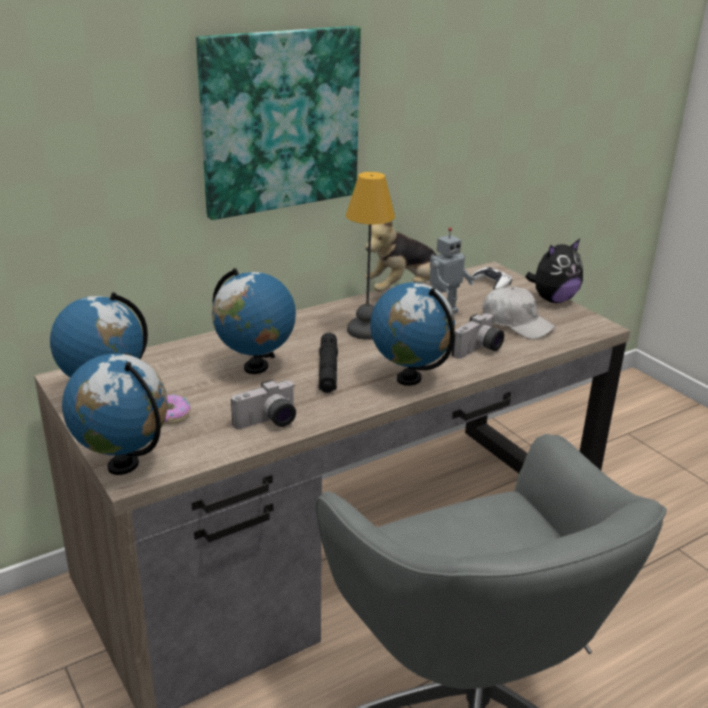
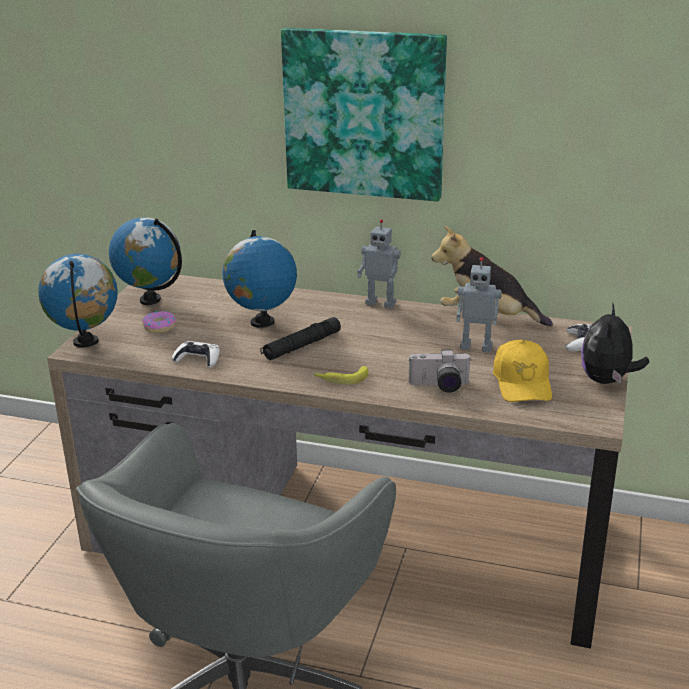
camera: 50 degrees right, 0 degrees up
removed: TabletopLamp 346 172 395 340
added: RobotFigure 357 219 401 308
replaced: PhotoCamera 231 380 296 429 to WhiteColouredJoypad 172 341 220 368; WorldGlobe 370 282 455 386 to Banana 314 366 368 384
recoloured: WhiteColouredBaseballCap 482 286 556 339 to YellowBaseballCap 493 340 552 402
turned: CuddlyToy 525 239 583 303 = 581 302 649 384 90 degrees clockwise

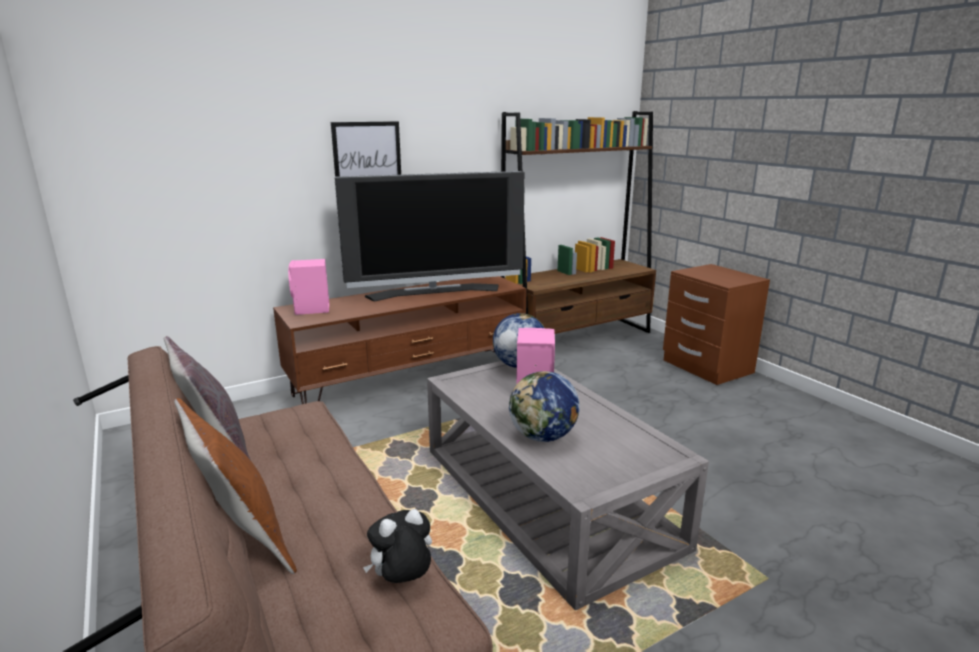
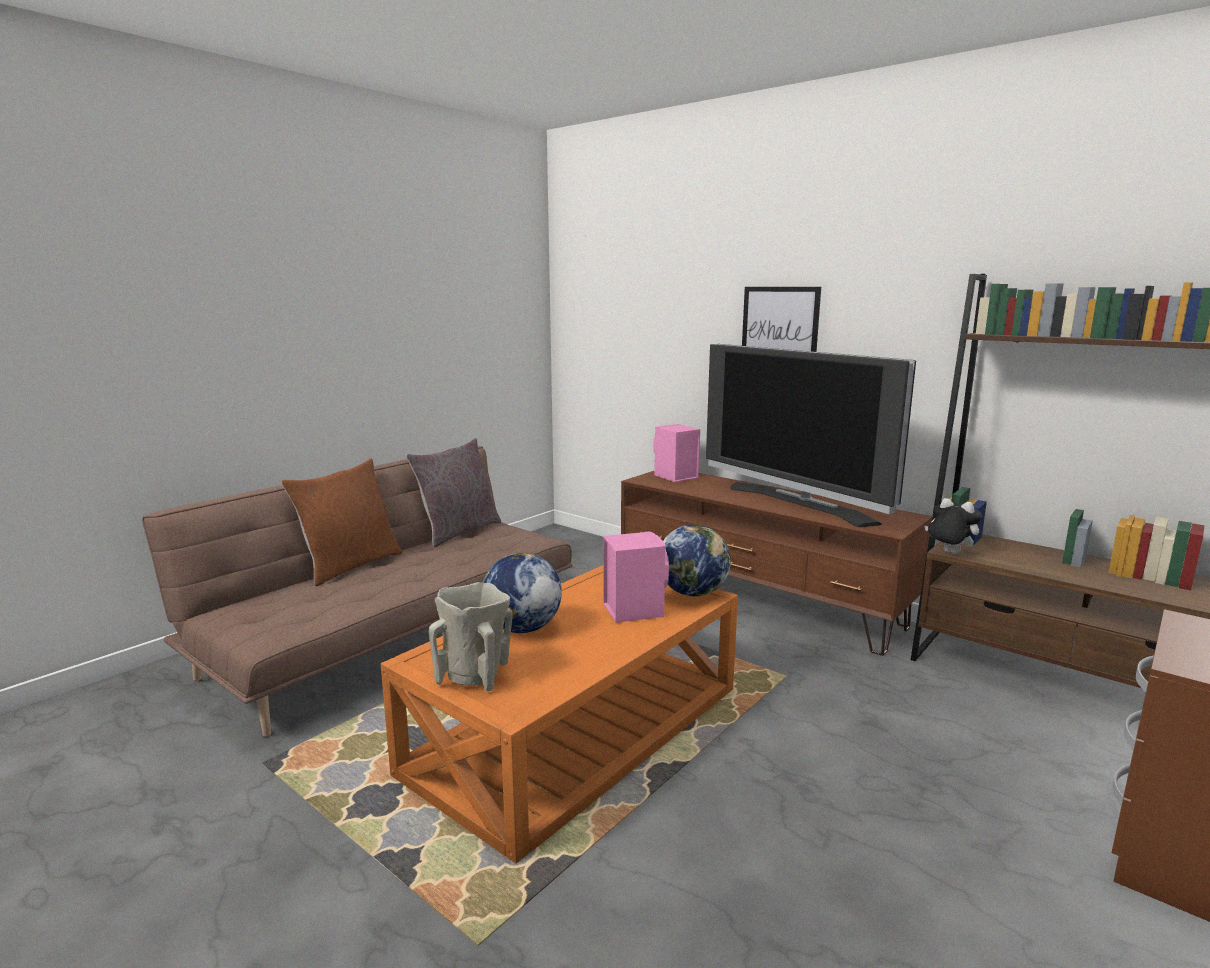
camera: 70 degrees right, 5 degrees down
added: SandColouredVase 429 582 513 691
moved: CuddlyToy 363 509 432 583 to 925 498 982 554
recoloured: GrayLoungeTable 427 361 709 610 to OrangeLoungeTable 381 565 738 863

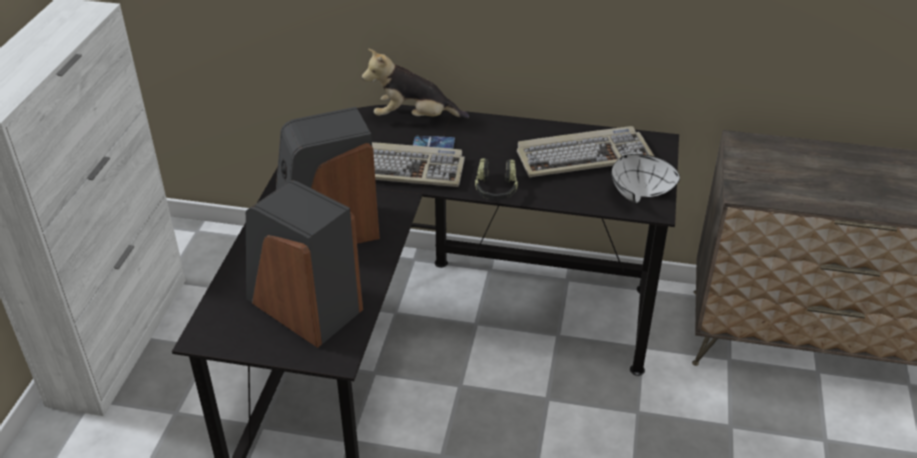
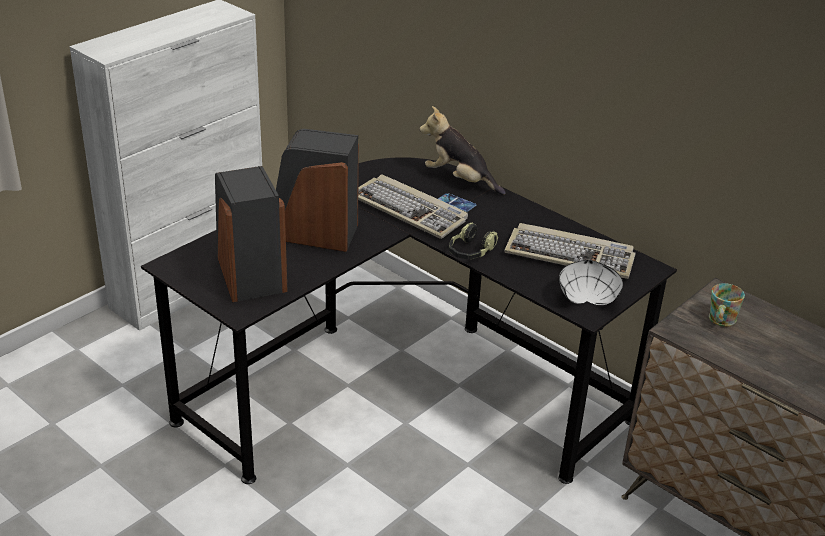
camera: 30 degrees right, 5 degrees down
added: Mug 709 283 745 327

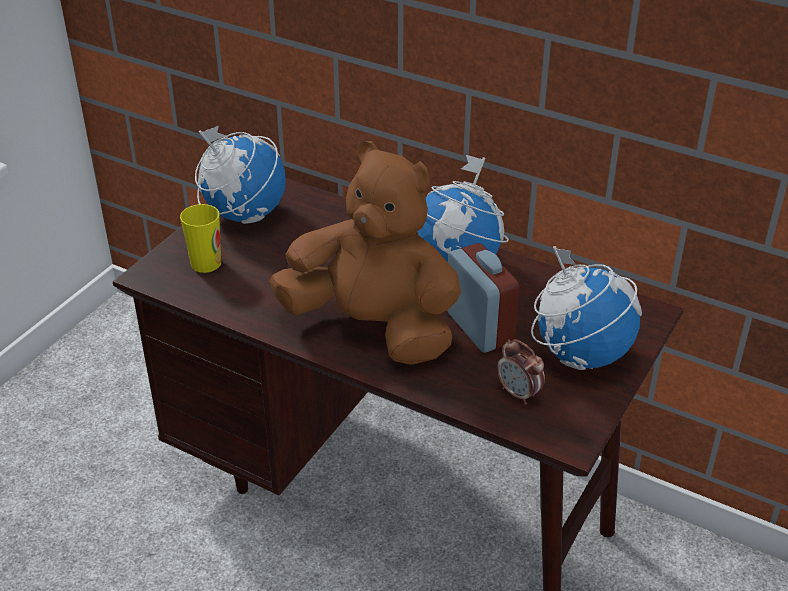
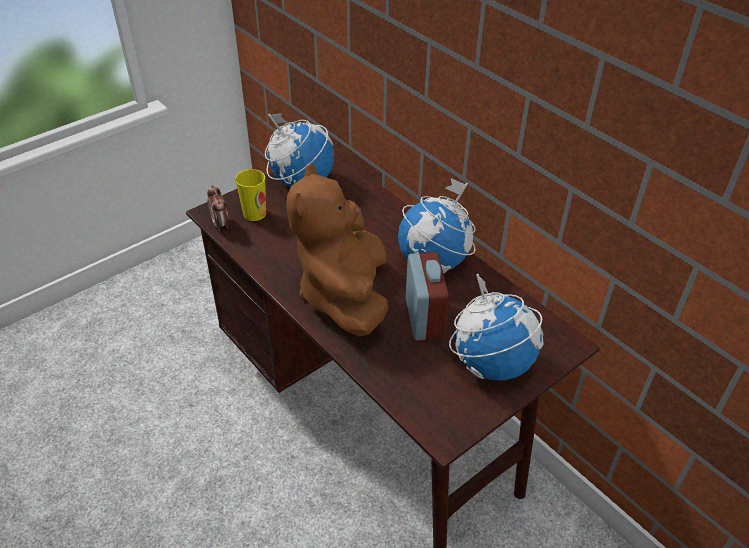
camera: 20 degrees right, 5 degrees up
moved: TableClock 497 339 545 404 to 207 185 229 231
turned: BrownCuddlyToy 269 141 461 365 = 286 163 388 337 135 degrees counterclockwise

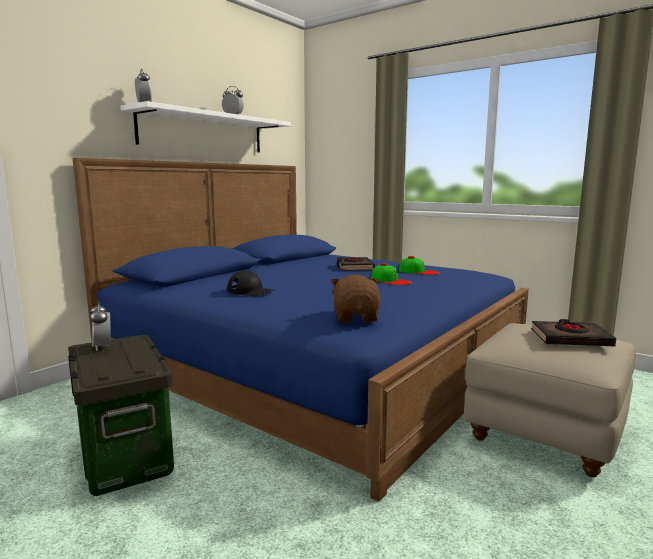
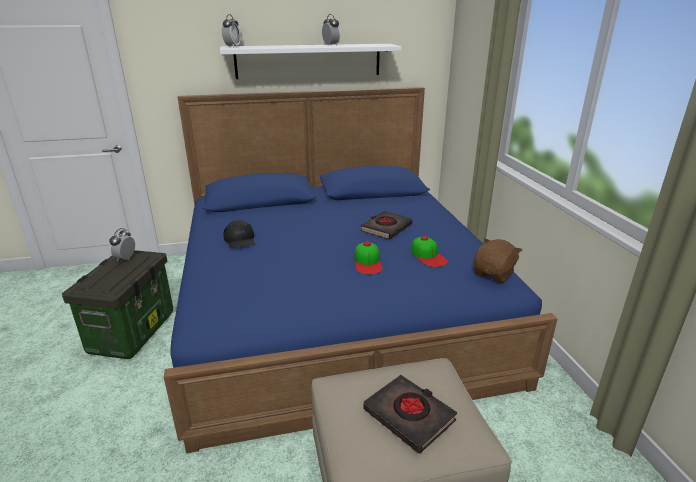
camera: 40 degrees right, 15 degrees up
moved: BrownCuddlyToy 331 274 381 323 to 474 238 522 283

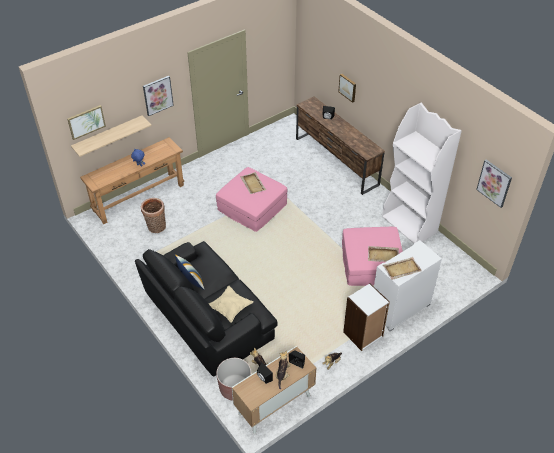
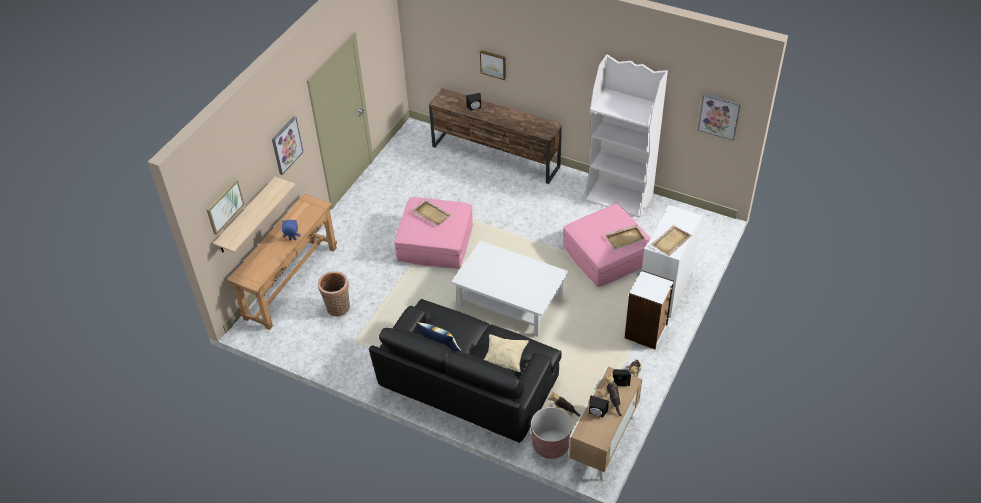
camera: 25 degrees left, 0 degrees up
added: WhiteColouredLoungeTable 451 241 568 337

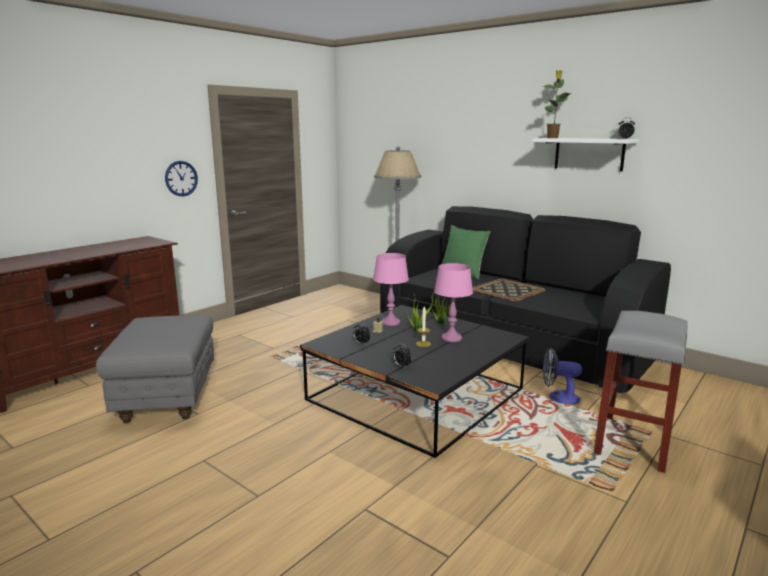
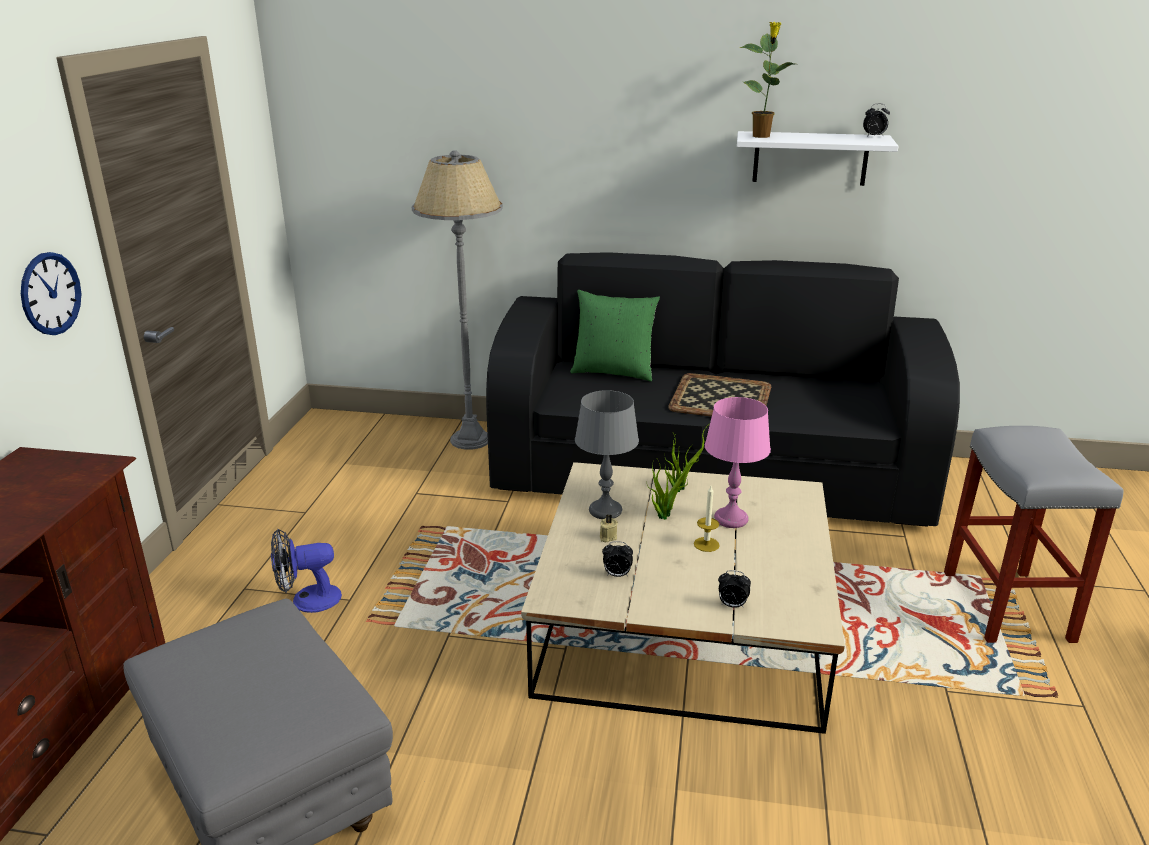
camera: 30 degrees left, 10 degrees up
moved: ElectricFan 543 348 582 405 to 271 529 342 613
recoloured: BlackishLoungeTable 300 305 529 458 to SandColouredLoungeTable 521 462 845 734; PinkColouredTabletopLamp 373 253 409 326 to GrayTabletopLamp 575 390 639 519

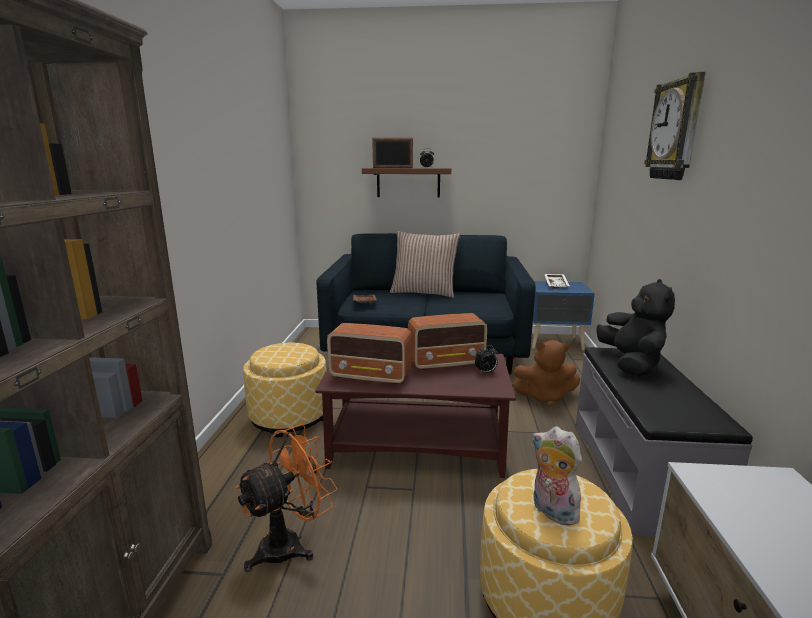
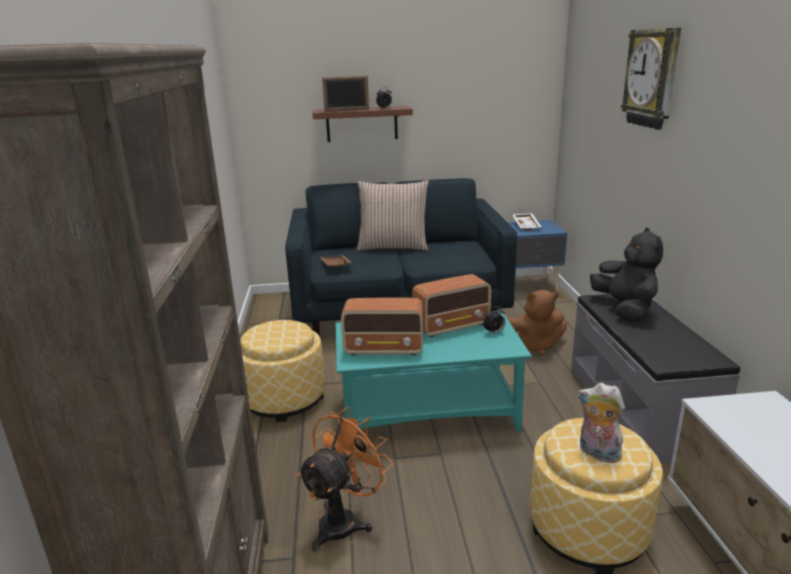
camera: 10 degrees left, 5 degrees up
recoloured: BrownLoungeTable 315 354 516 478 to TurquoiseColouredLoungeTable 336 311 532 431

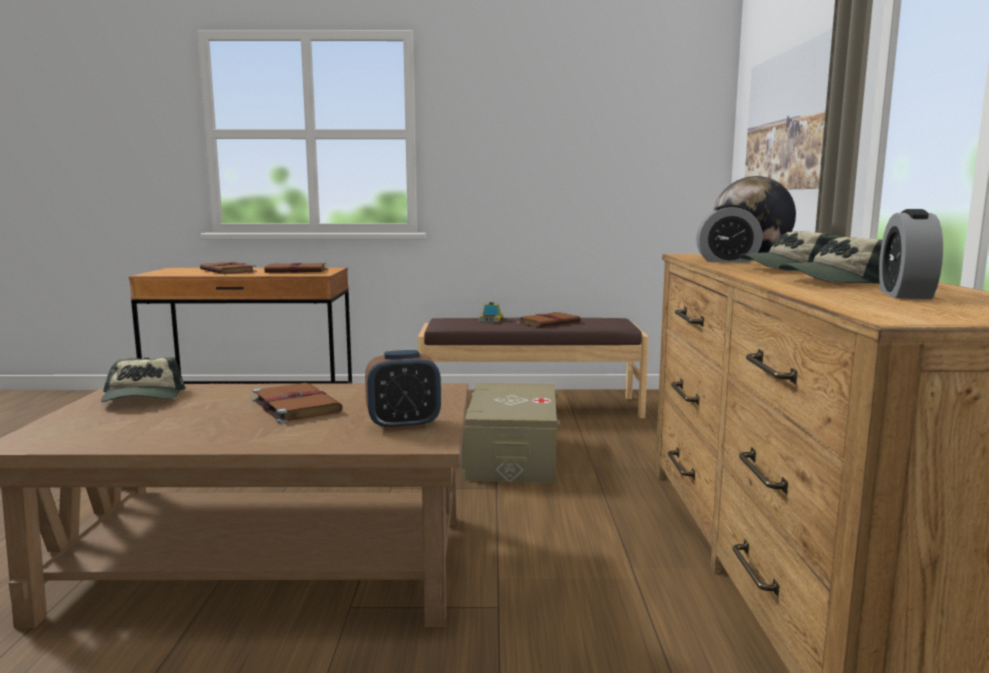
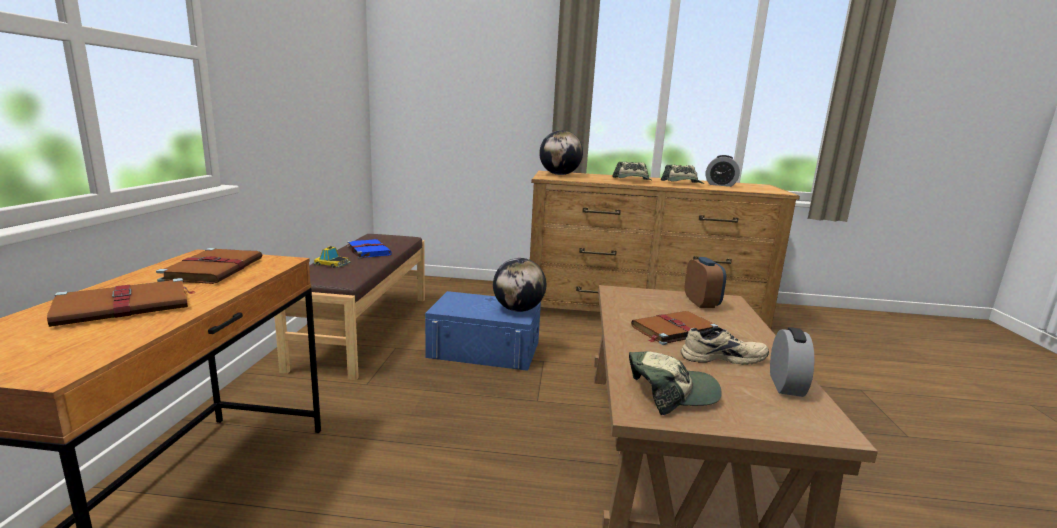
camera: 85 degrees left, 5 degrees up
removed: Picture 745 28 833 189
added: WorldGlobe 493 258 546 312; SandColouredShoe 681 327 769 365
moved: TableClock 696 204 763 263 to 770 327 814 397
recoloured: SandColouredStorageBox 461 383 560 483 to BlueStorageBox 425 291 541 371; BrownBoundBook 517 312 581 327 to BlueBoundBook 347 239 392 259

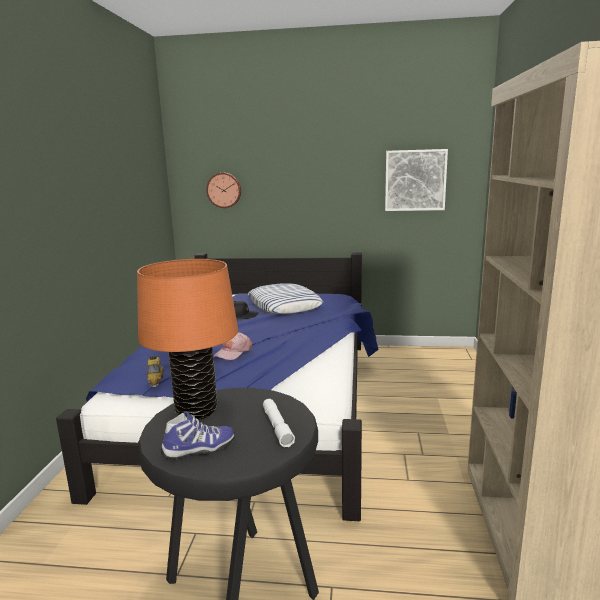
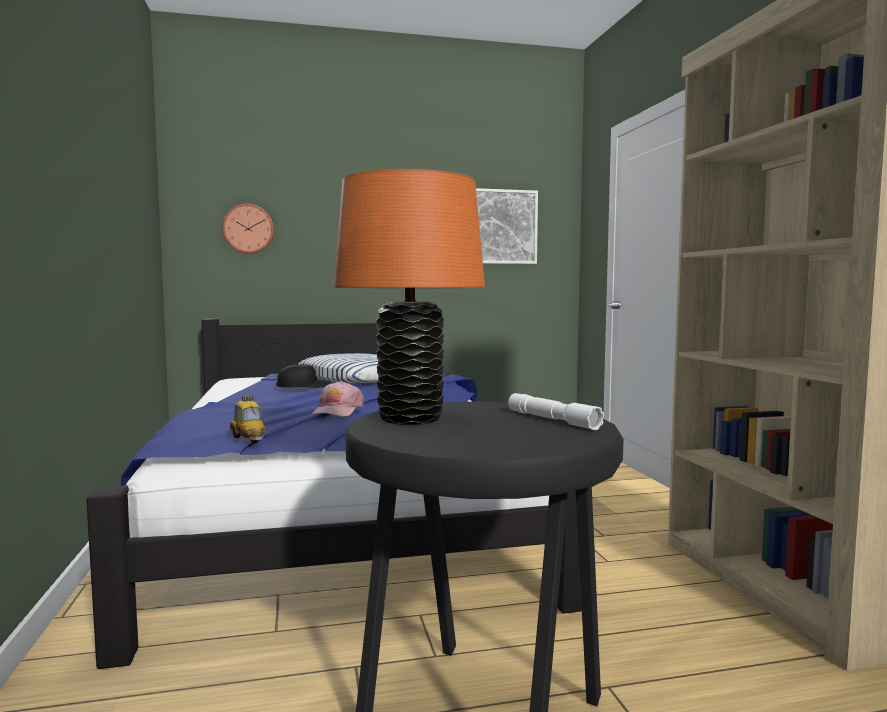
camera: 20 degrees left, 10 degrees down
removed: Shoe 161 412 235 460

